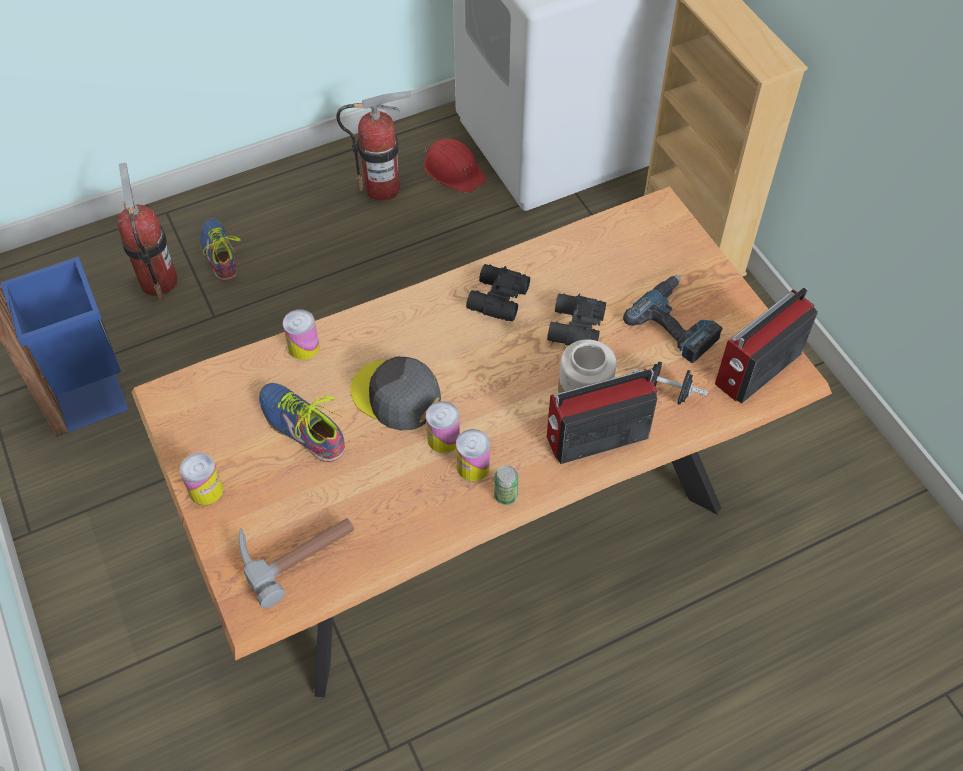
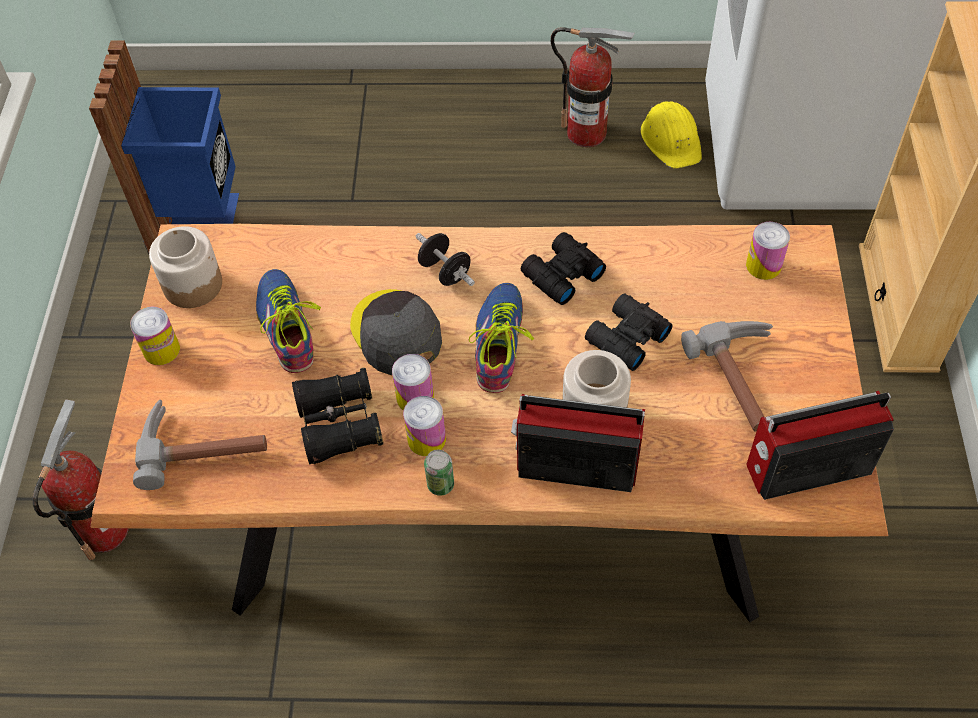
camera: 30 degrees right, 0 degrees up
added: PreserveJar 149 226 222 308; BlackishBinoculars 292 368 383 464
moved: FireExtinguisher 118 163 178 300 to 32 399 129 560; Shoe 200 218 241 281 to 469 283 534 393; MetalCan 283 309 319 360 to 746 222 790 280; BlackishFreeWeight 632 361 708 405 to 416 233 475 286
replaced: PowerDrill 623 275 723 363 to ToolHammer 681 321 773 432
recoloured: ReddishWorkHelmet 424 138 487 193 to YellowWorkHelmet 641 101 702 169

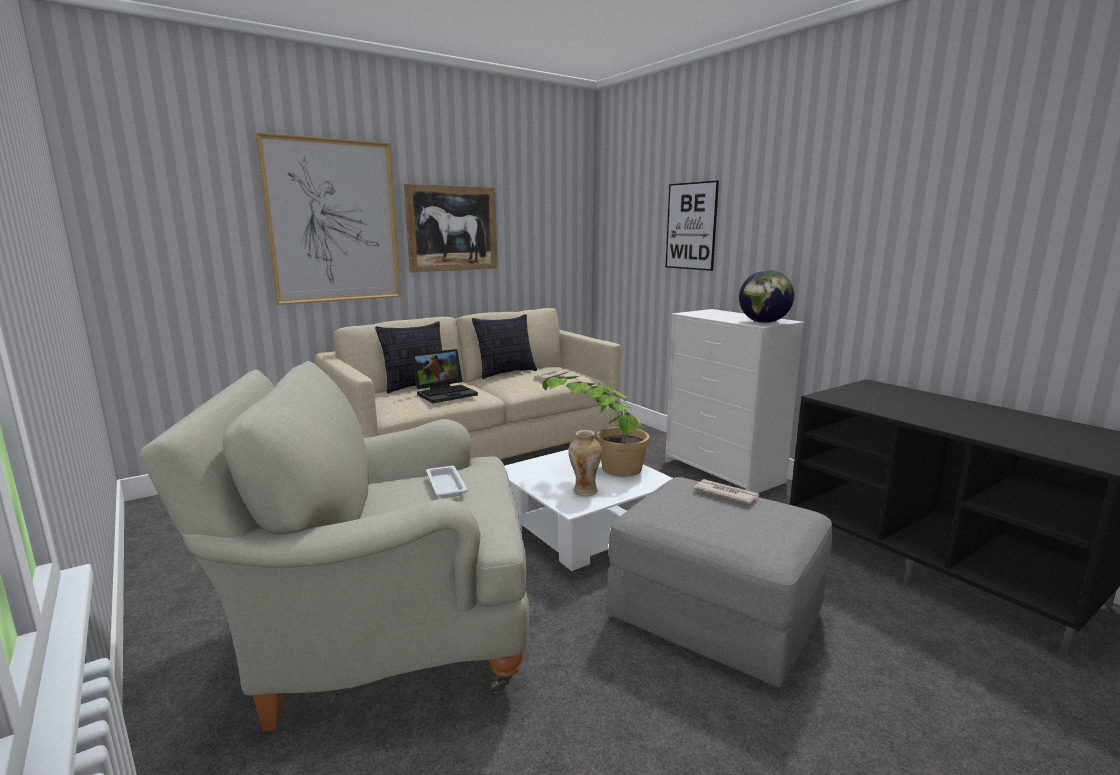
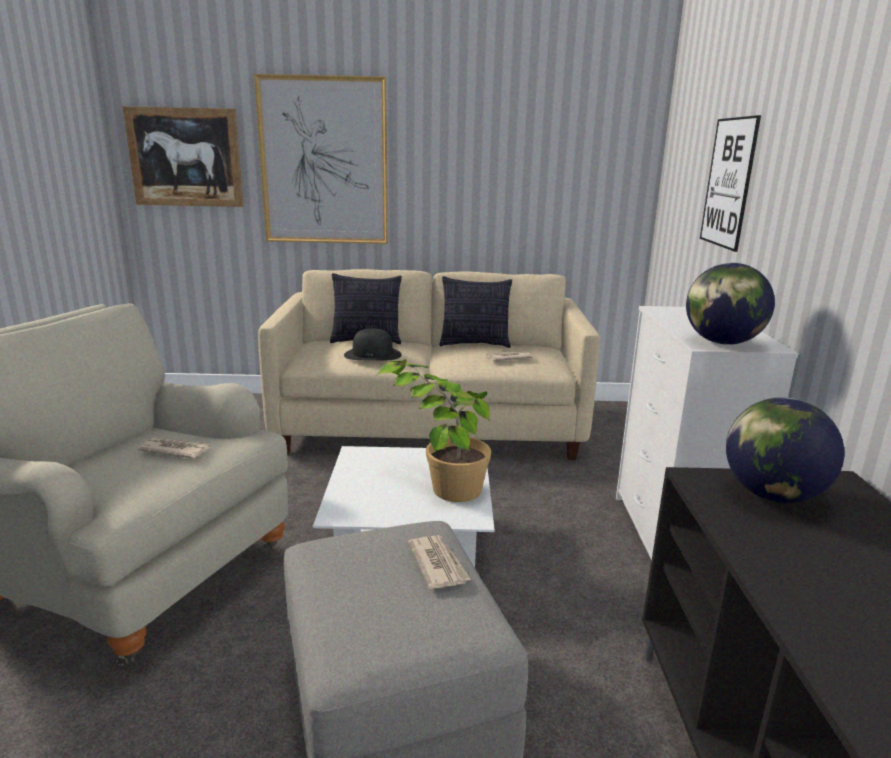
camera: 35 degrees right, 5 degrees up
removed: Vase 569 430 602 496
added: WorldGlobe 726 397 844 503
moved: Picture 404 184 497 272 to 122 106 244 207
replaced: Laptop 411 349 478 403 to BlackishHat 344 328 402 361; WhiteColouredCarryingTray 426 466 468 498 to Newspaper 137 437 211 459

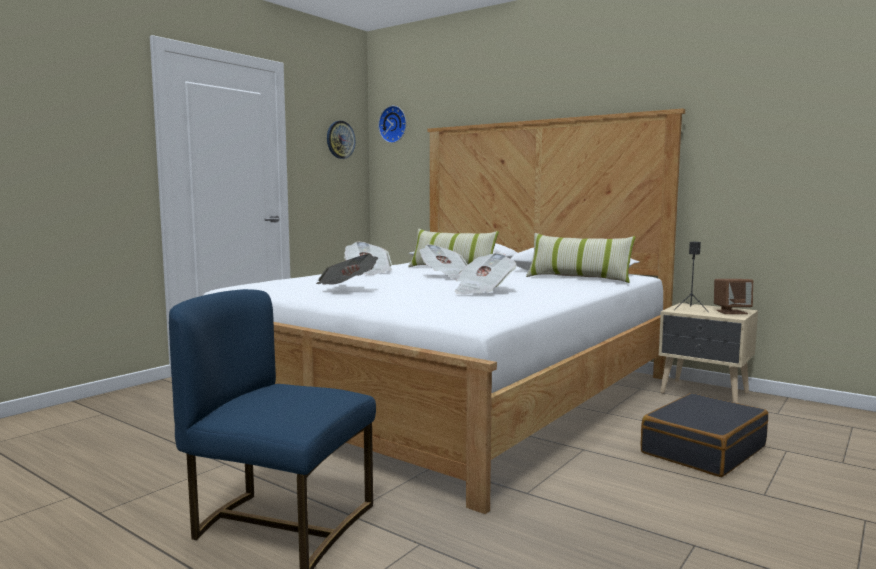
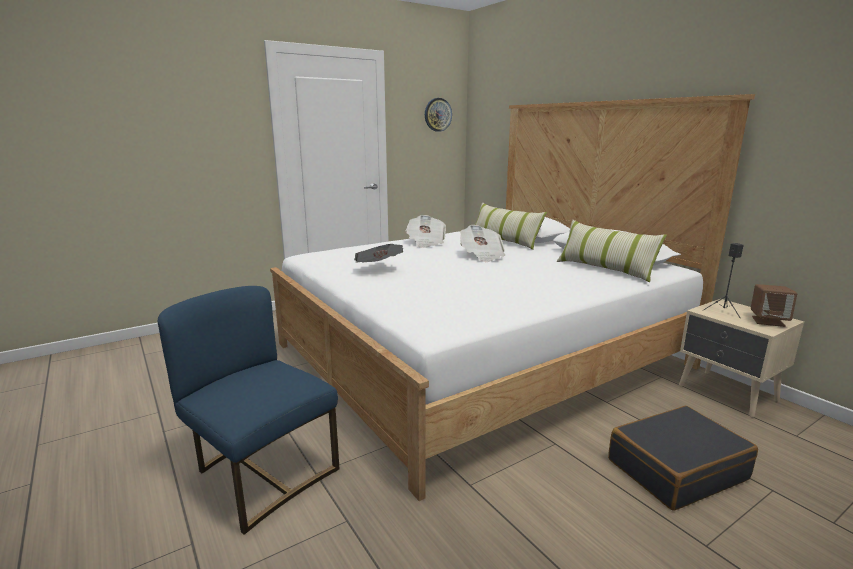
camera: 20 degrees right, 10 degrees up
removed: WallClock 378 106 406 143; Newspaper 455 253 516 295

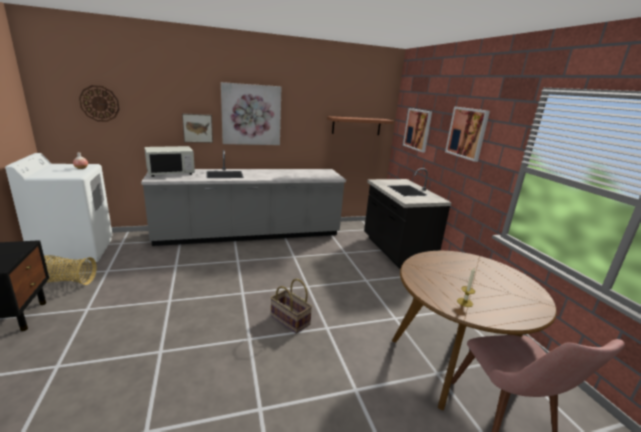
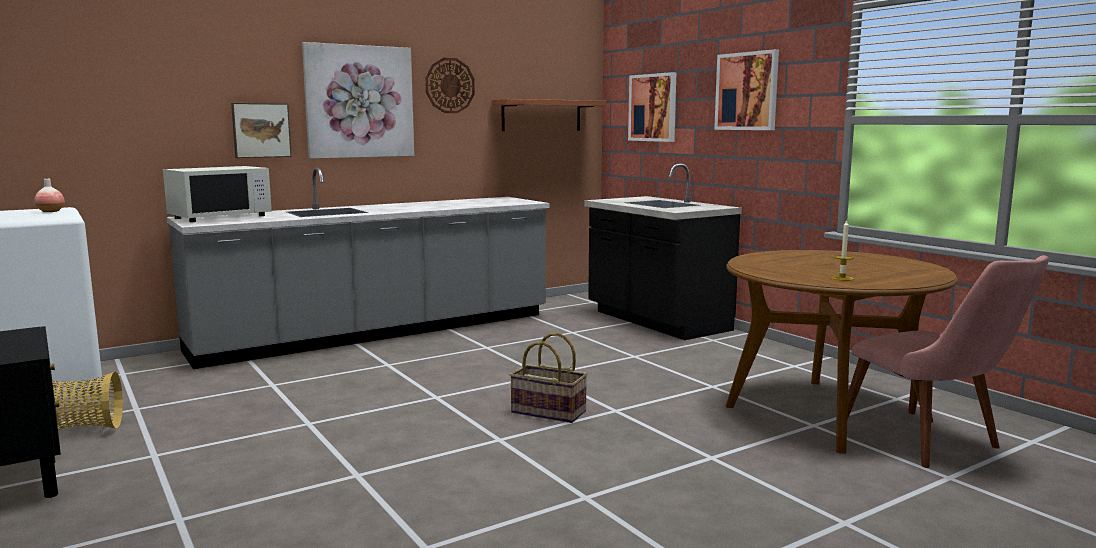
camera: 15 degrees left, 10 degrees down
moved: WallClock 79 85 120 122 to 425 58 475 113

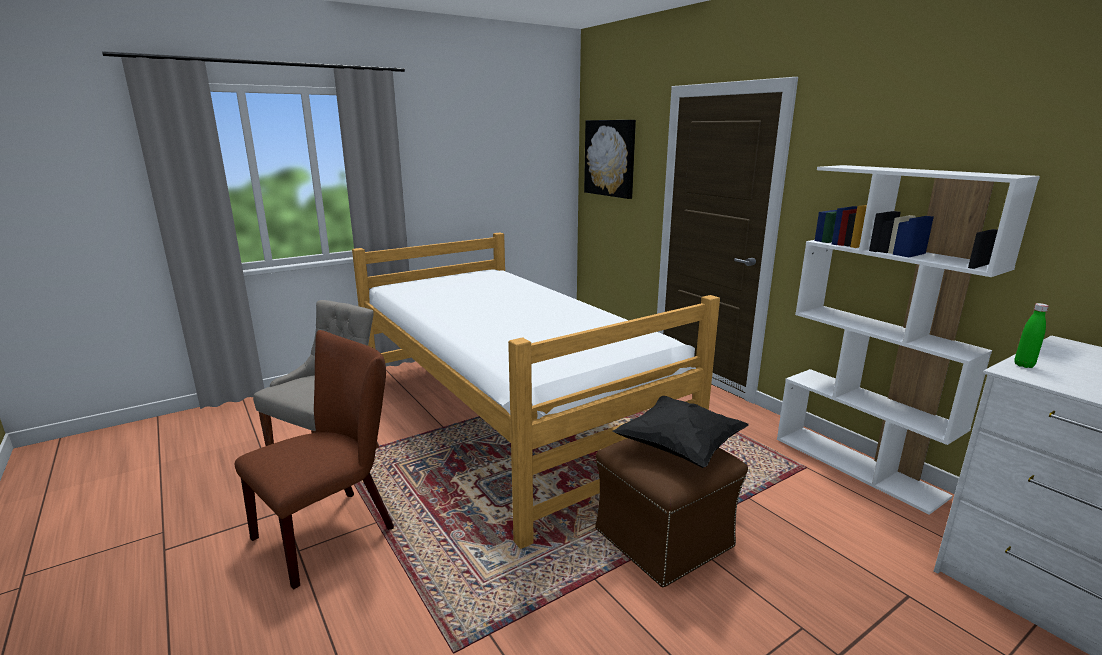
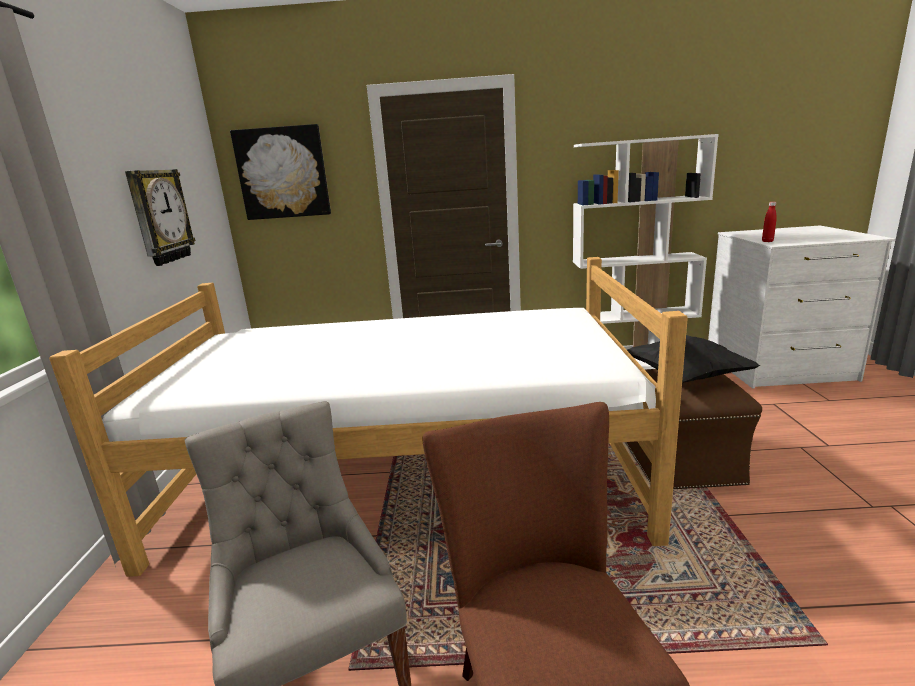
camera: 55 degrees left, 0 degrees up
added: WallClock 125 169 196 266
recoloured: GreenColouredBeverageBottle 1014 303 1049 368 to ReddishBeverageBottle 762 202 777 242

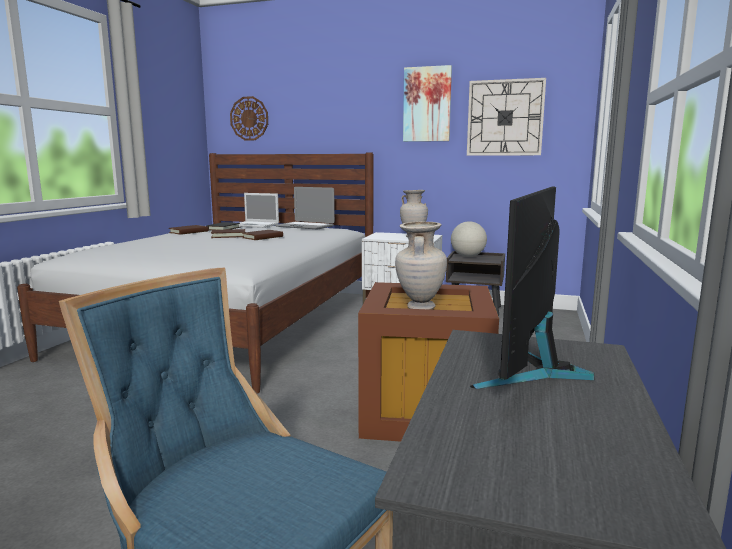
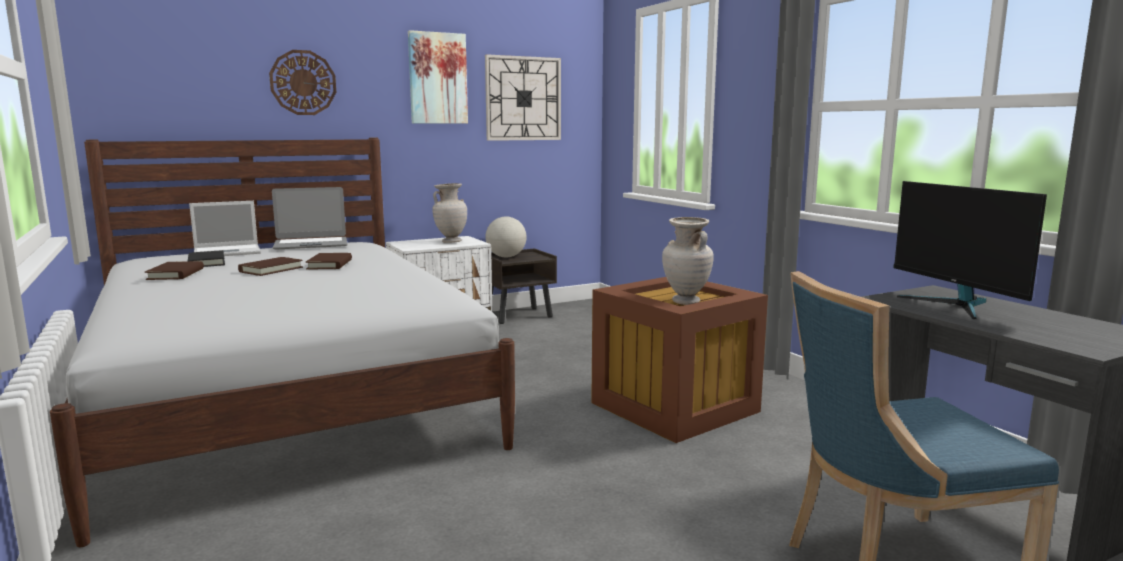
camera: 45 degrees left, 0 degrees up
moved: WallClock 230 96 268 140 to 269 50 336 115

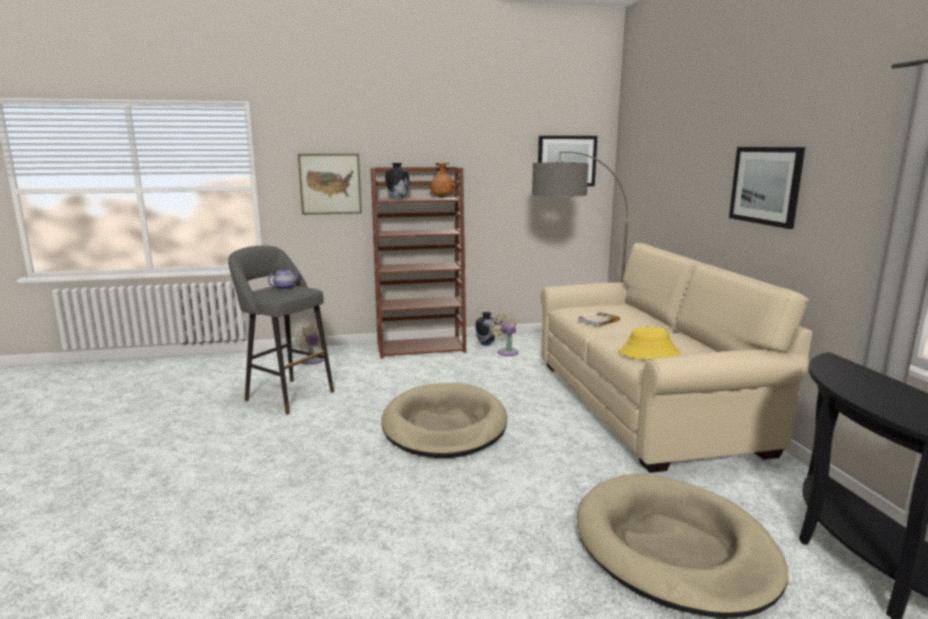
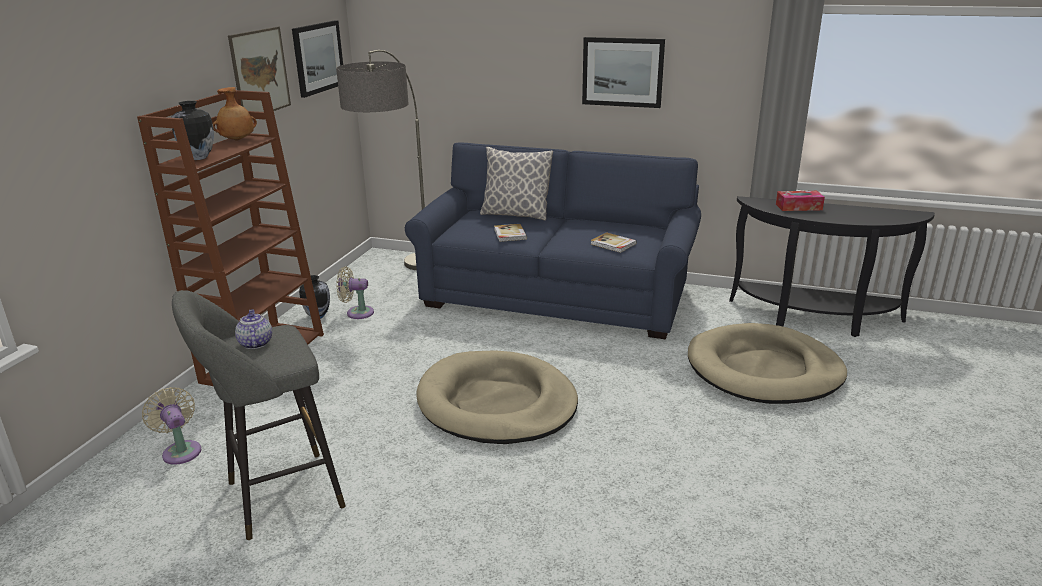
camera: 60 degrees left, 10 degrees up
added: ThrowPillow 480 147 553 220; BoxOfTissues 776 191 825 211
moved: Picture 298 154 362 215 to 228 27 291 112
replaced: YellowHat 619 327 680 359 to BoundBook 591 232 637 253
recoloured: SandColouredSofa 541 243 812 473 to BlueSofa 405 142 701 339
turned: SandColouredElectricFan 296 324 327 365 = 142 387 201 465 135 degrees counterclockwise

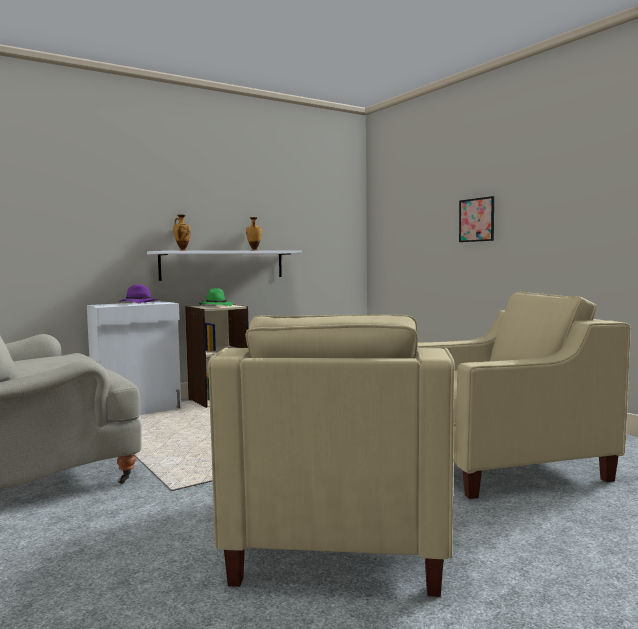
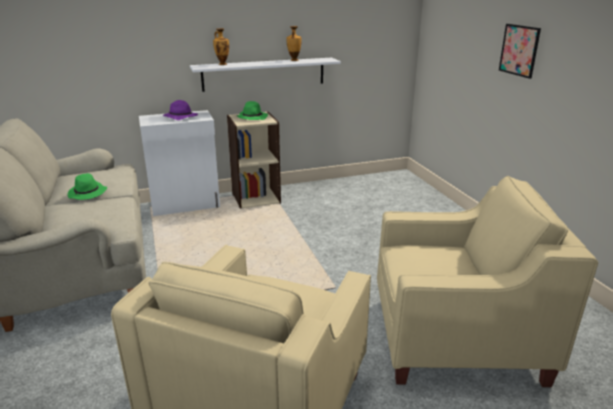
camera: 15 degrees right, 20 degrees up
added: GreenColouredHat 67 173 107 200

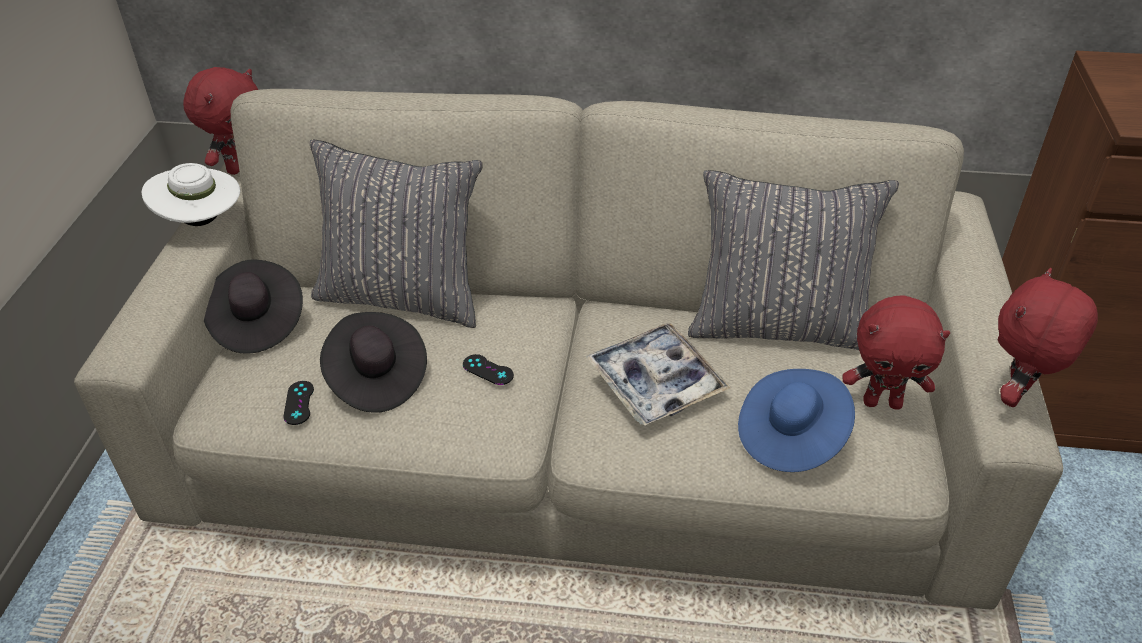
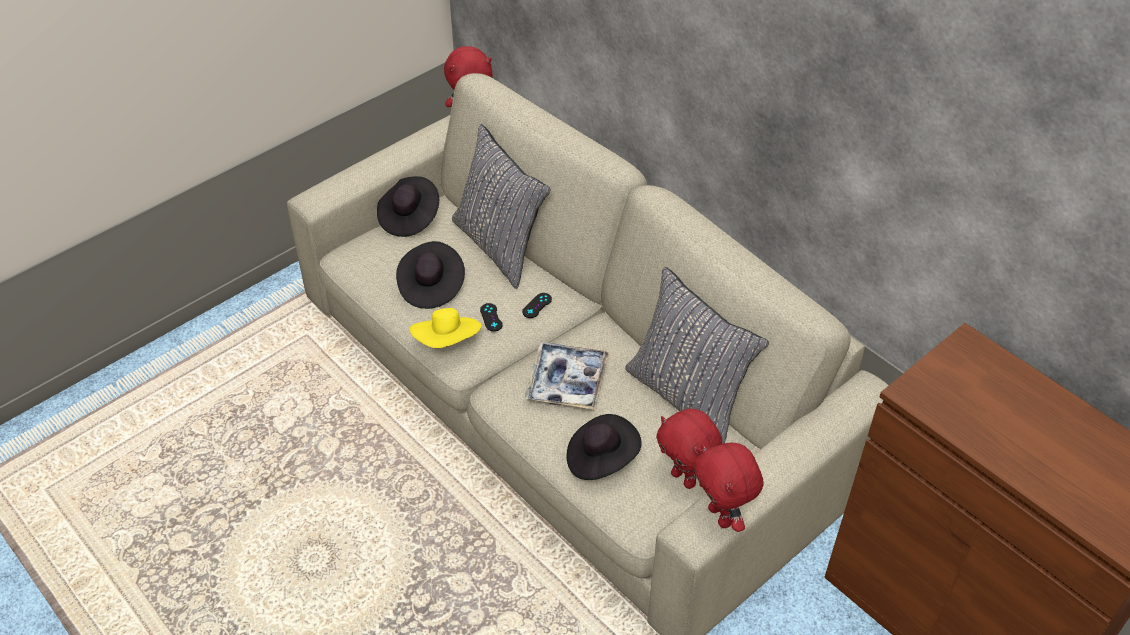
camera: 40 degrees right, 5 degrees up
removed: WhiteColouredHat 142 163 240 226
added: YellowHat 409 308 482 348
moved: BlackishJoypad 283 381 314 425 to 522 293 552 318
recoloured: BlueHat 738 369 855 472 to BlackishHat 567 414 642 480
turned: ReddishCuddlyToy 998 268 1098 407 = 694 443 763 532 105 degrees counterclockwise

